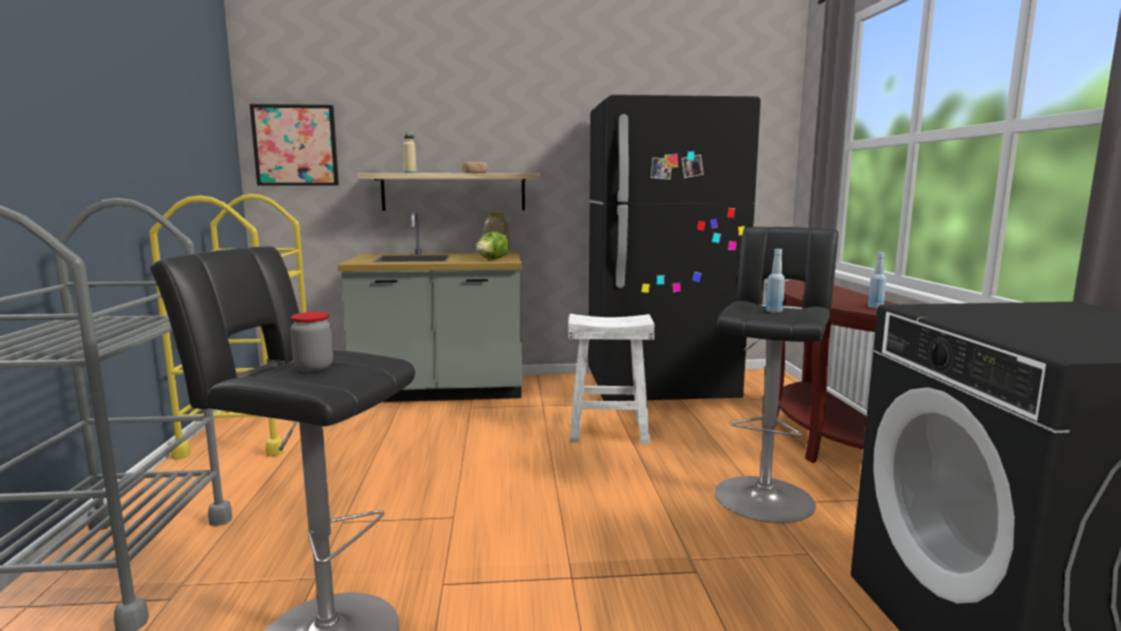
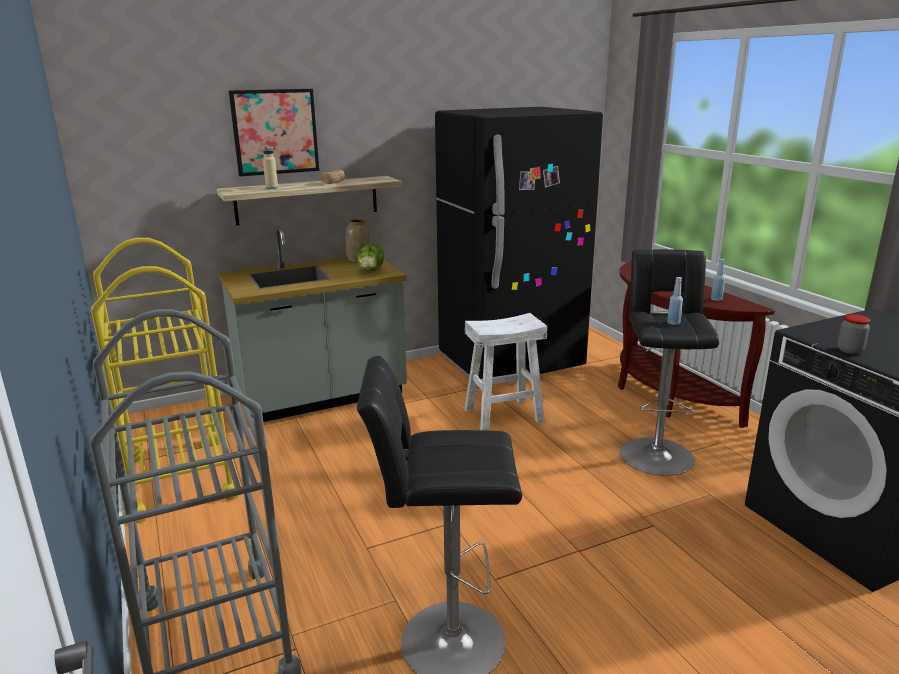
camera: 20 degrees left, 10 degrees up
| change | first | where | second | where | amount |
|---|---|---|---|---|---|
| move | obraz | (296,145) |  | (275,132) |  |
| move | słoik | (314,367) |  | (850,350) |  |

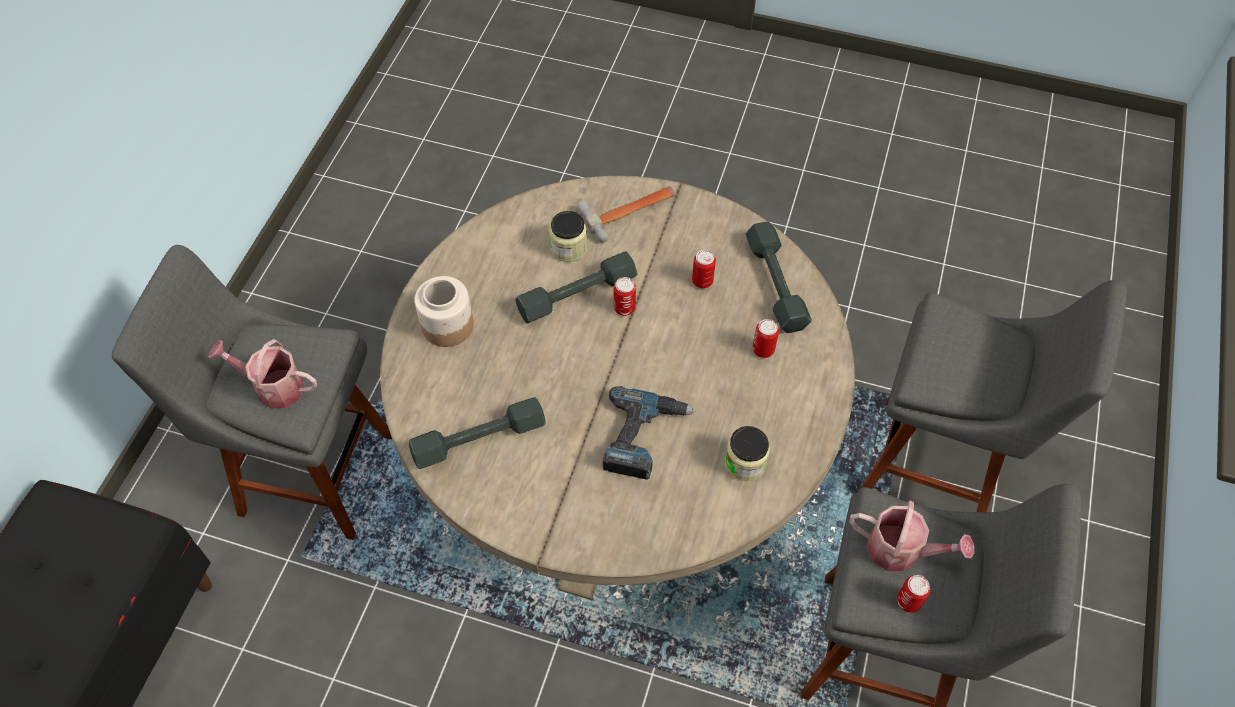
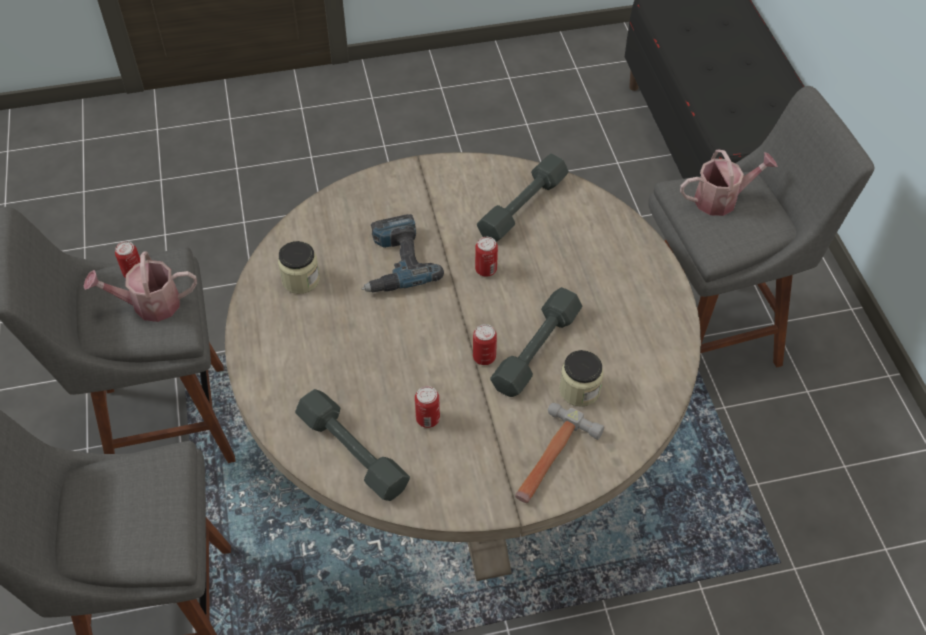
camera: 150 degrees right, 5 degrees down
| change | first | where | second | where | amount |
|---|---|---|---|---|---|
| delete | słoik | (447,326) |  |  |  |
| move | puszka | (763,350) |  | (486,270) |  |

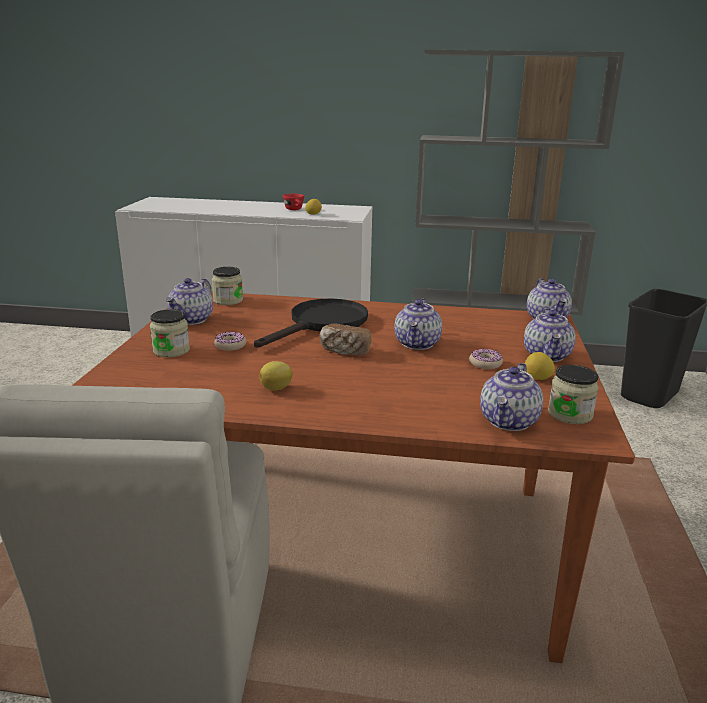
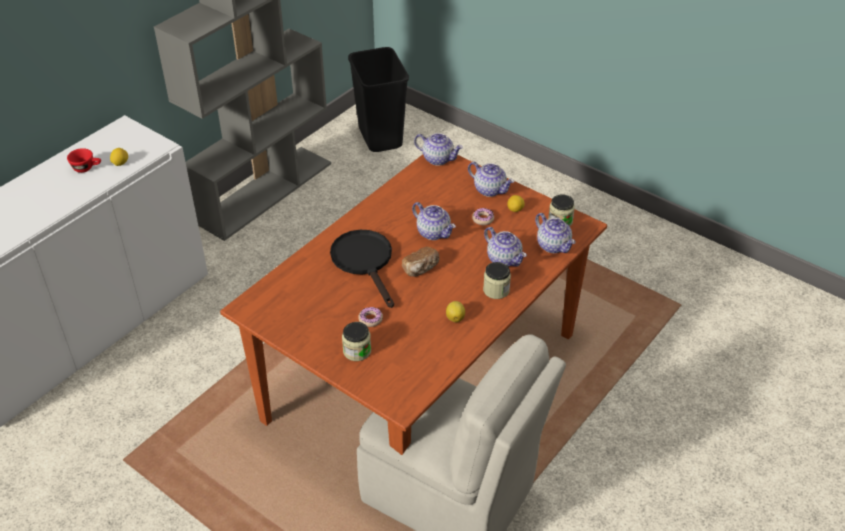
camera: 60 degrees left, 20 degrees up
| change | first | where | second | where | amount |
|---|---|---|---|---|---|
| move | imbryk | (192,320) |  | (504,259) |  |
| move | słoik | (228,300) |  | (496,290) |  |

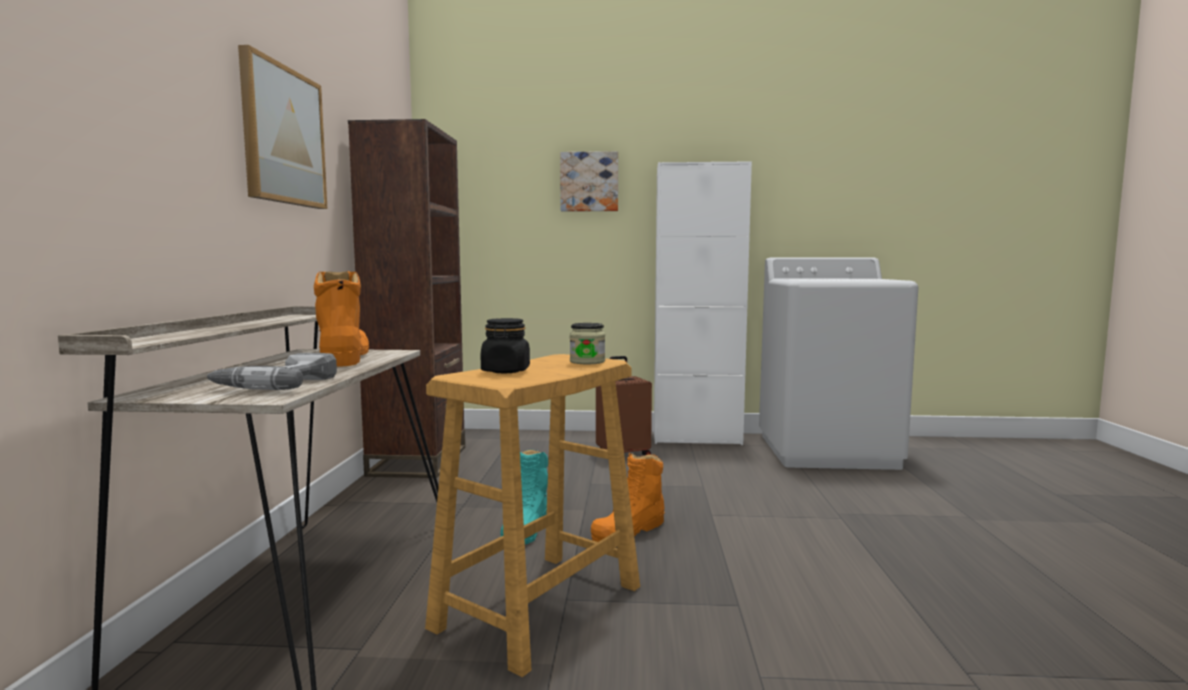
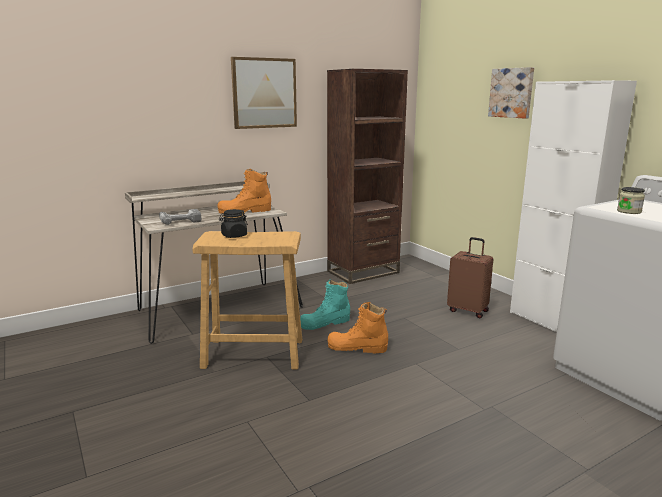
camera: 55 degrees right, 10 degrees up
| change | first | where | second | where | amount |
|---|---|---|---|---|---|
| rotate | but z cholewką [pomarańczowy] | (345,358) |  | (245,211) | 150 degrees counterclockwise |
| move | słoik | (587,362) |  | (629,211) |  |

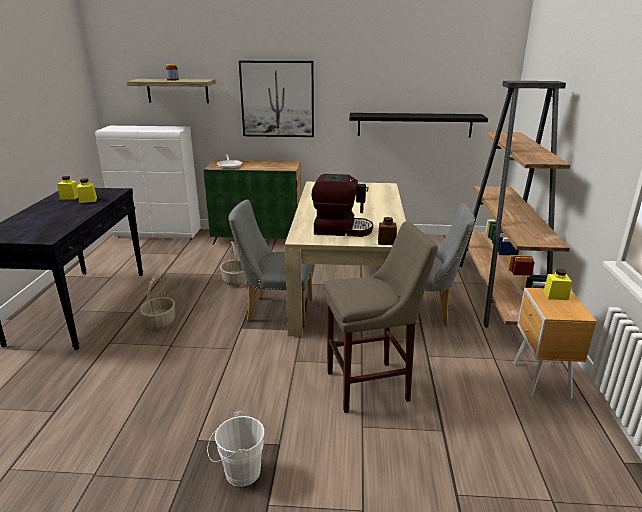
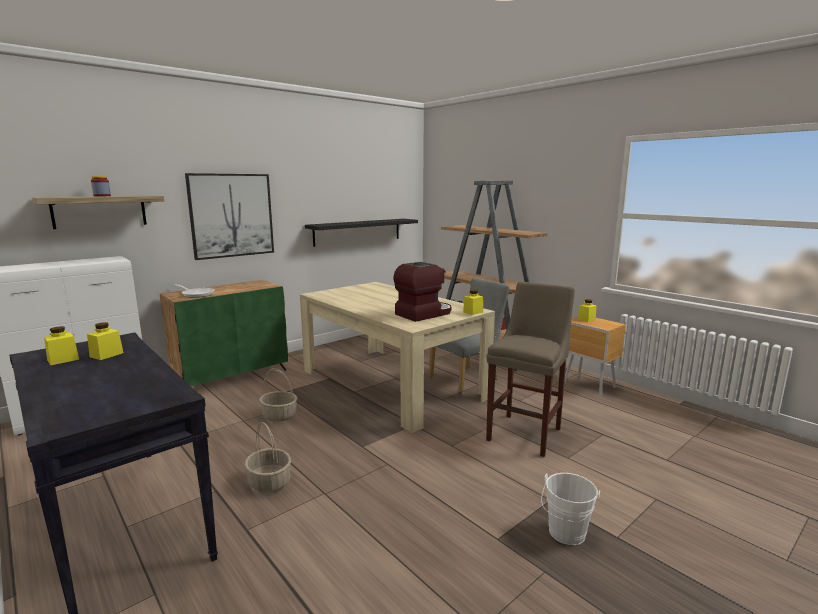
camera: 45 degrees left, 10 degrees down
| change | first | where | second | where | amount |
|---|---|---|---|---|---|
| delete | krzesło [szary] | (275,310) |  |  |  |
| recolor | słoik [brązowy] | (386,242) | słoik [żółty] | (473,312) |  |

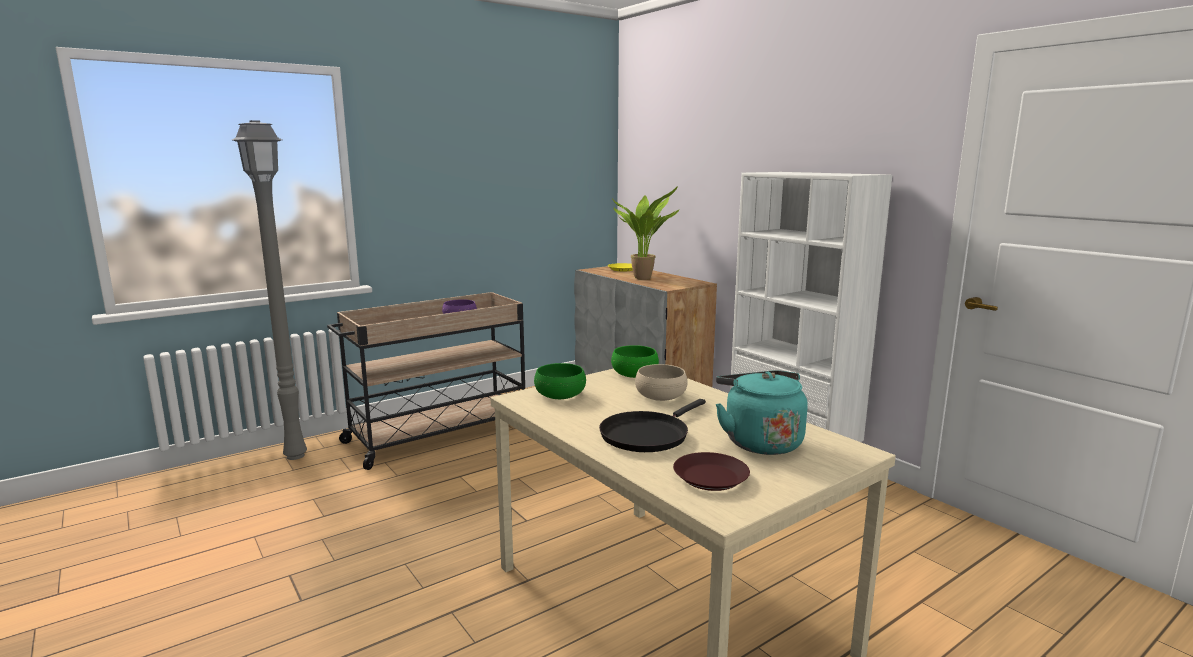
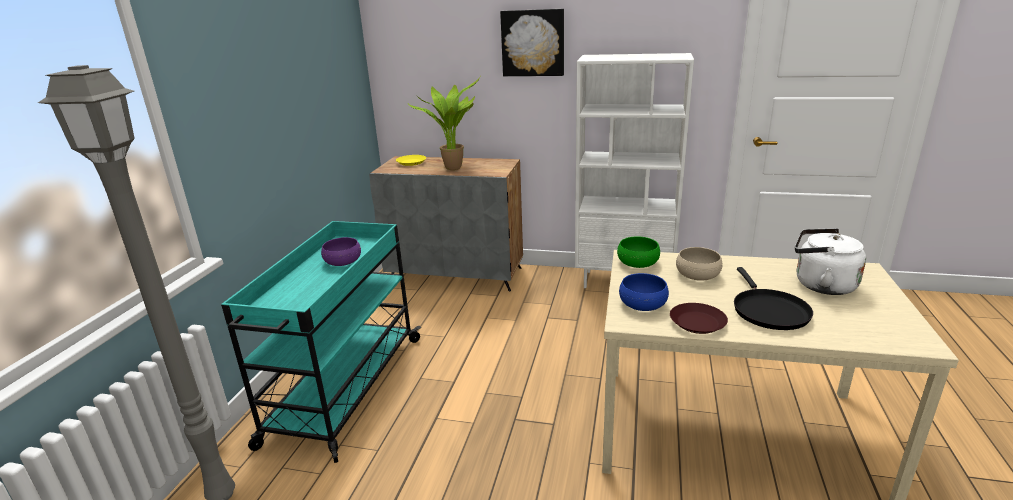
camera: 40 degrees left, 10 degrees up
| change | first | where | second | where | amount |
|---|---|---|---|---|---|
| recolor | wózek [beżowy] | (438,435) | wózek [turkusowy] | (344,390) |  |
| recolor | miska [zielony] | (560,394) | miska [niebieski] | (642,304) |  |
| move | talerz [brązowy] | (709,477) |  | (697,323) |  |
| recolor | czajnik [turkusowy] | (759,441) | czajnik [biały] | (820,285) |  |
| insert |  |  | obraz | (533,43) |  |

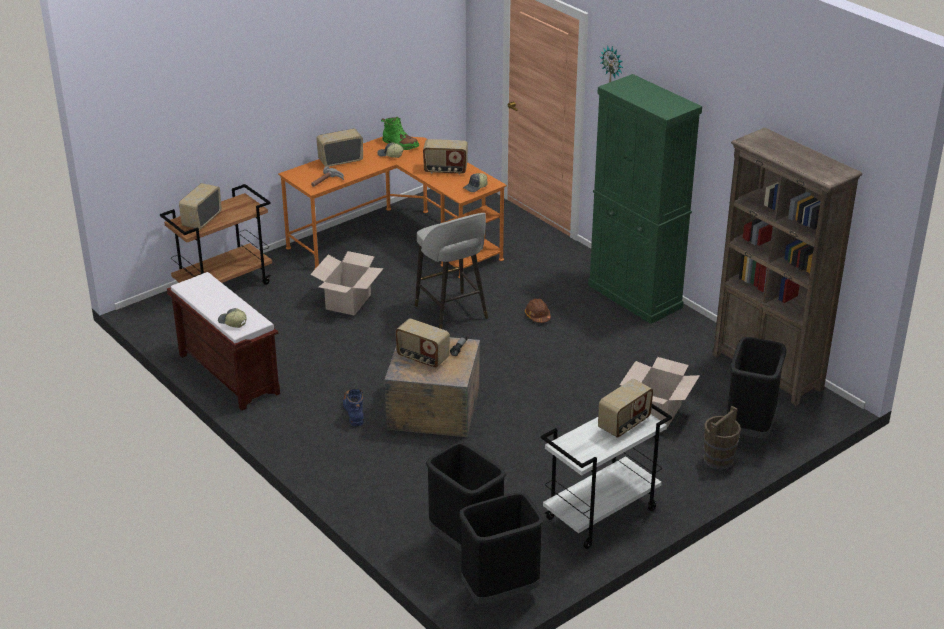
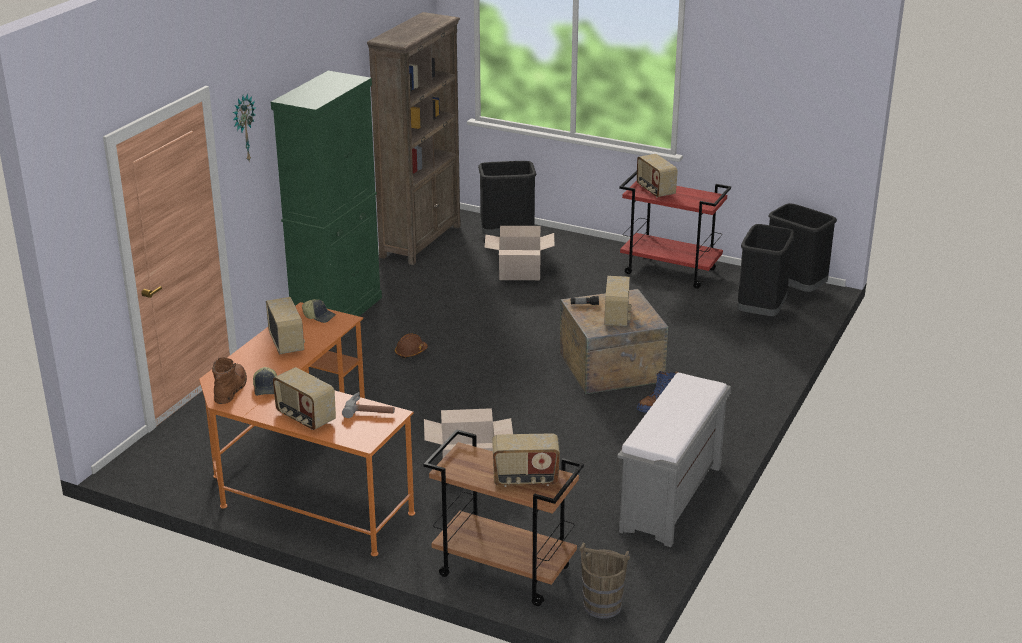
camera: 115 degrees left, 5 degrees down
| change | first | where | second | where | amount |
|---|---|---|---|---|---|
| recolor | ławka [brązowy] | (227,373) | ławka [szary] | (671,500) |  |
| delete | czapka z daszkiem | (232,322) |  |  |  |
| recolor | but z cholewką [zielony] | (400,144) | but z cholewką [brązowy] | (231,389) |  |
| delete | stołek [szary] | (452,313) |  |  |  |
| recolor | wózek [biały] | (601,515) | wózek [czerwony] | (671,271) |  |
| rotate | radio | (624,424) |  | (655,190) | 135 degrees counterclockwise |
| move | wiadro [brązowy] | (718,460) |  | (602,606) |  |

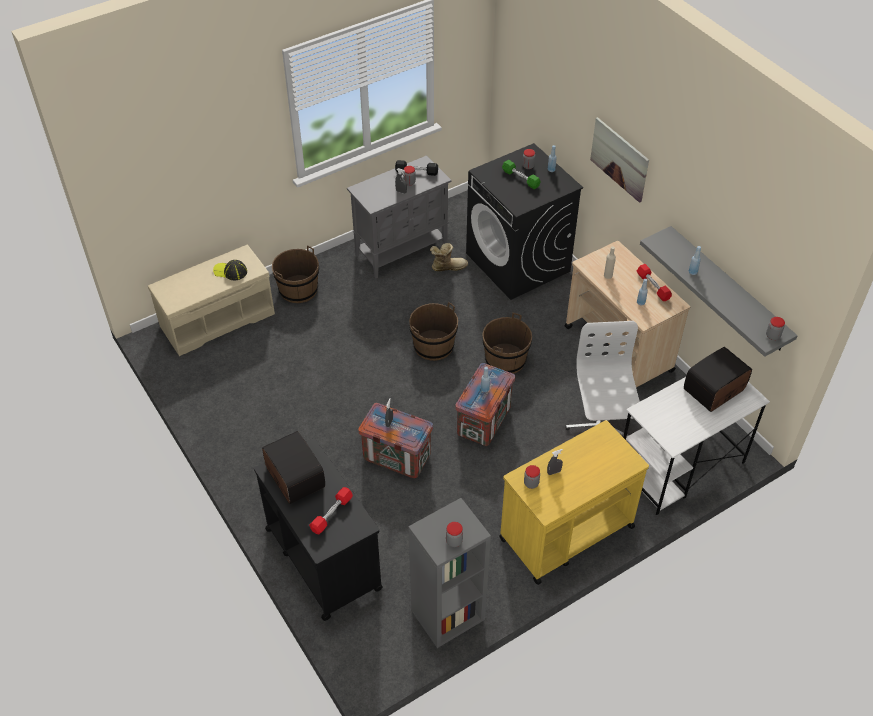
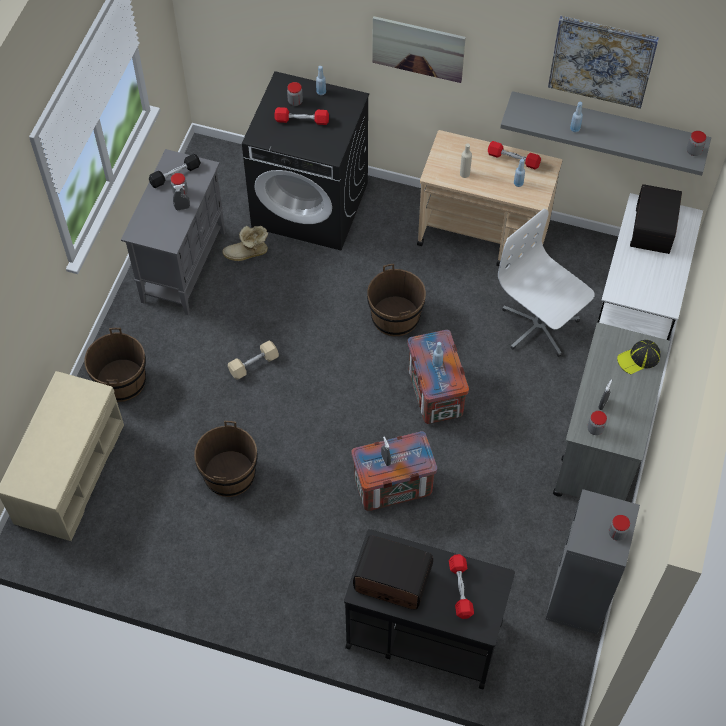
camera: 40 degrees left, 10 degrees up
| change | first | where | second | where | amount |
|---|---|---|---|---|---|
| move | czapka z daszkiem | (230,271) |  | (638,358) |  |
| move | wiadro [brązowy] | (433,345) |  | (229,474) |  |
| rotate | but z cholewką | (448,266) |  | (247,254) | 135 degrees counterclockwise |
| recolor | wózek [żółty] | (565,533) | wózek [szary] | (601,448) |  |
| recolor | hantel [zielony] | (520,178) | hantel [czerwony] | (302,120) |  |
| insert |  |  | hantel [beżowy] | (253,364) |  |
| insert |  |  | obraz | (602,61) |  |

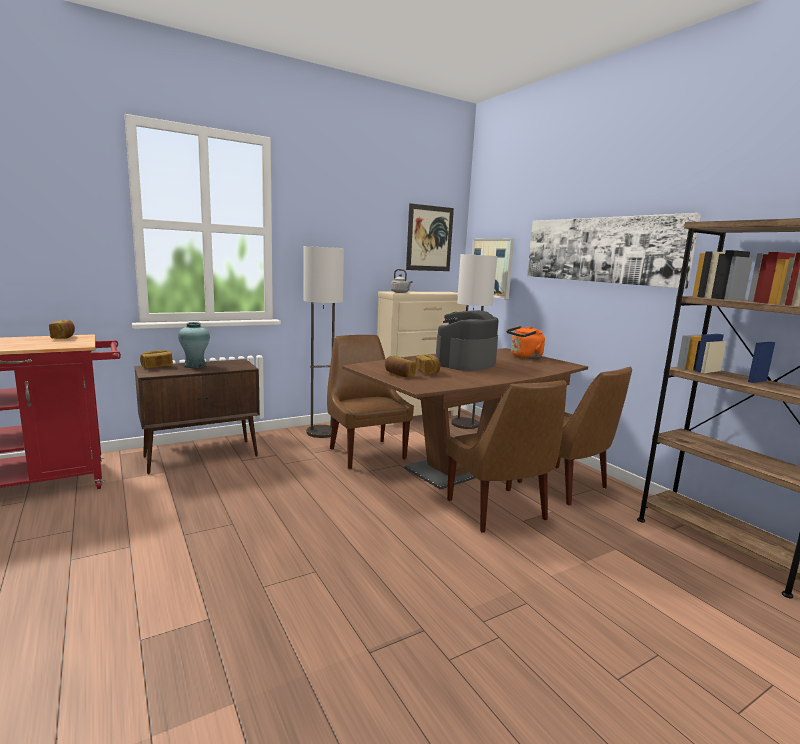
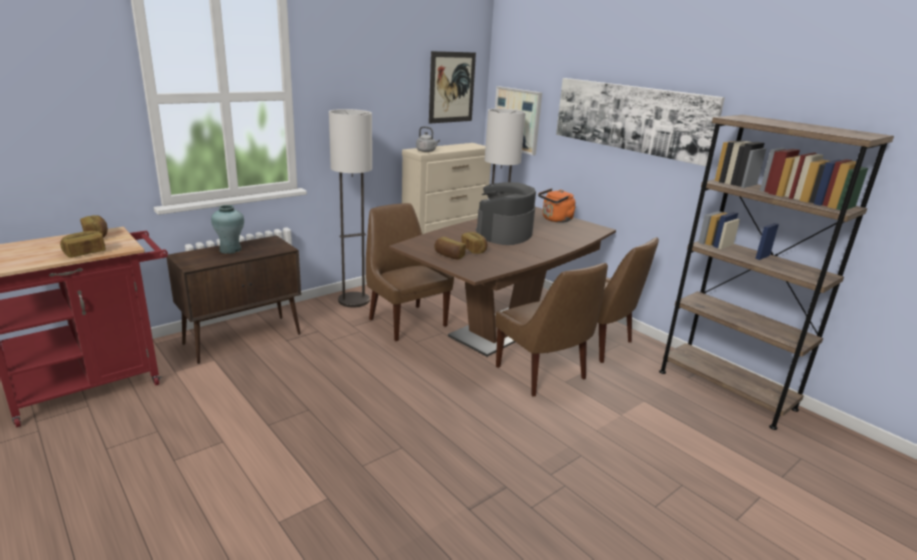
camera: 10 degrees left, 10 degrees up
| change | first | where | second | where | amount |
|---|---|---|---|---|---|
| move | chleb | (157,366) |  | (85,253) |  |

